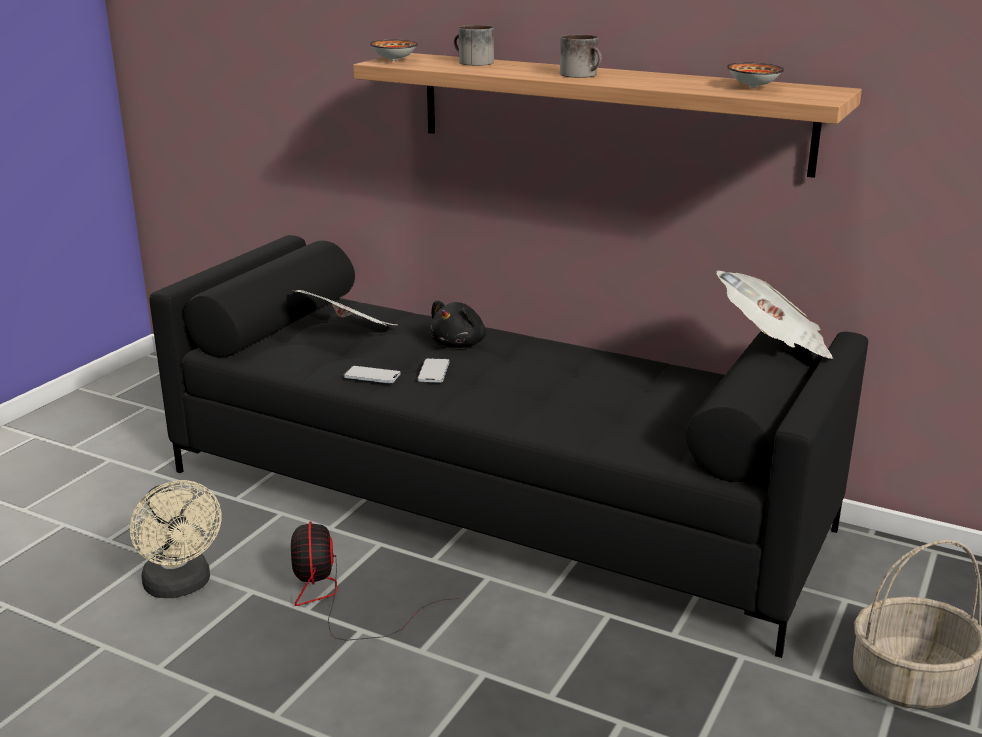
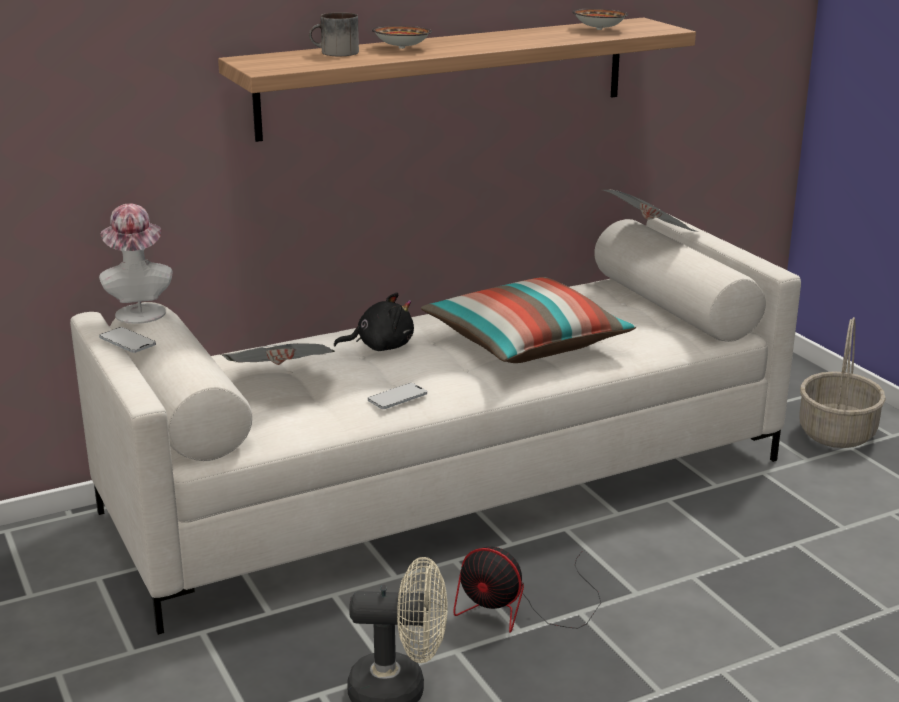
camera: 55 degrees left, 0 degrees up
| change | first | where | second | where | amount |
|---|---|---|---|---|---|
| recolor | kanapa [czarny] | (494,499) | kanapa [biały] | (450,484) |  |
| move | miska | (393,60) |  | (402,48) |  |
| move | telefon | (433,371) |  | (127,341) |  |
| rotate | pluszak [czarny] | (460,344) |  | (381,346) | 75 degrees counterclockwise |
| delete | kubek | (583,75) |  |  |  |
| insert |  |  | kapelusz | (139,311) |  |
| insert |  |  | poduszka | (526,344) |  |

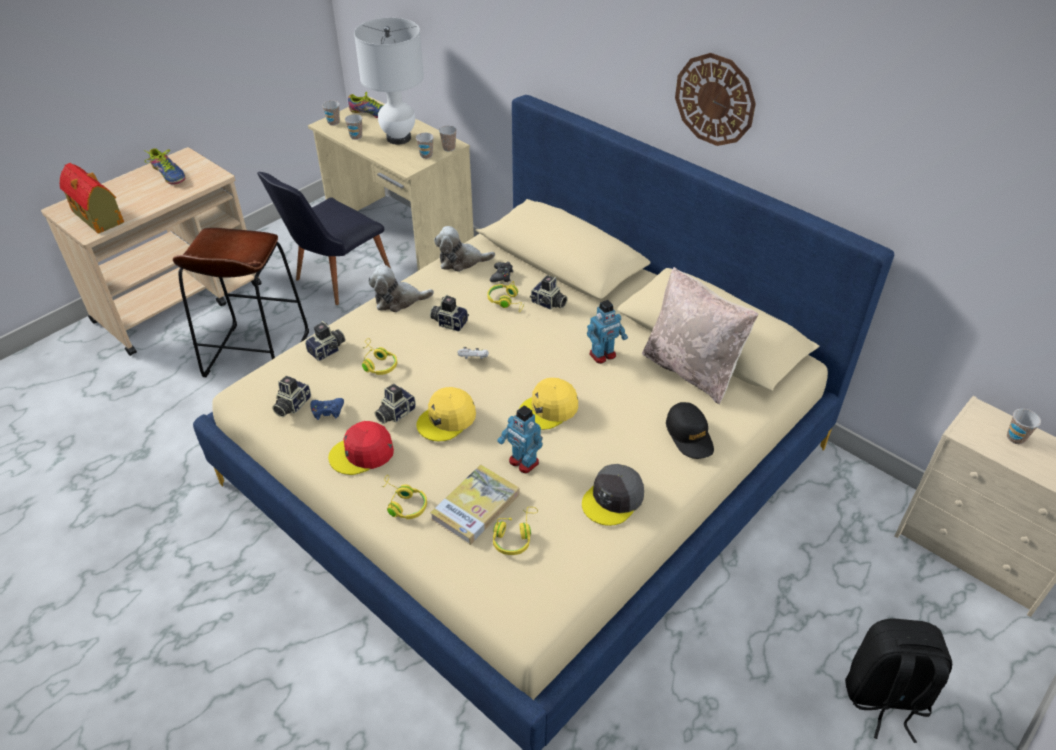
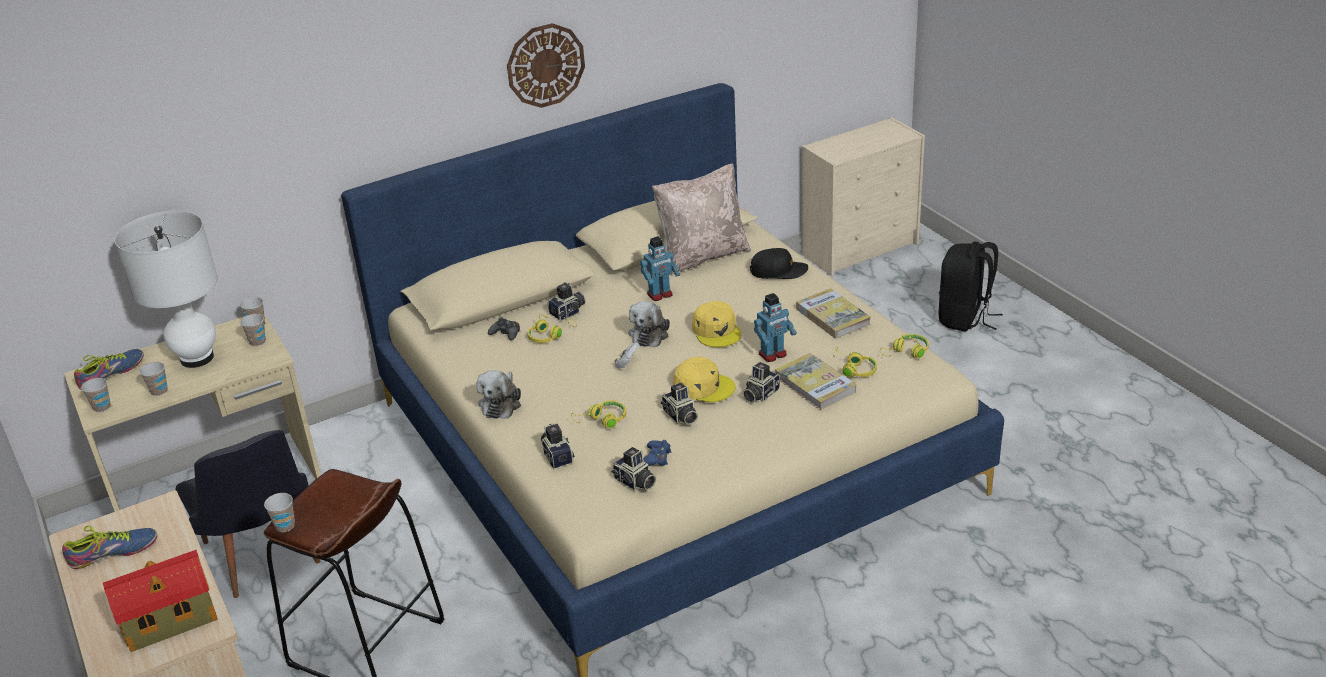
camera: 70 degrees left, 10 degrees down
| change | first | where | second | where | amount |
|---|---|---|---|---|---|
| delete | czapka z daszkiem [czerwony] | (362,453) |  |  |  |
| move | słuchawki [żółty] | (403,503) |  | (906,352) |  |
| rotate | czapka z daszkiem [żółty] | (447,419) |  | (703,387) | 45 degrees counterclockwise |
| move | aparat fotograficzny | (449,322) |  | (759,394) |  |
| move | pluszak | (461,261) |  | (649,333) |  |
| replace | czapka z daszkiem [szary] | (613,499) | książka | (832,316) |  |
| rotate | robot zabawkowy | (603,355) |  | (660,294) | 75 degrees clockwise |
| move | filiżanka | (1015,438) |  | (285,526) |  |

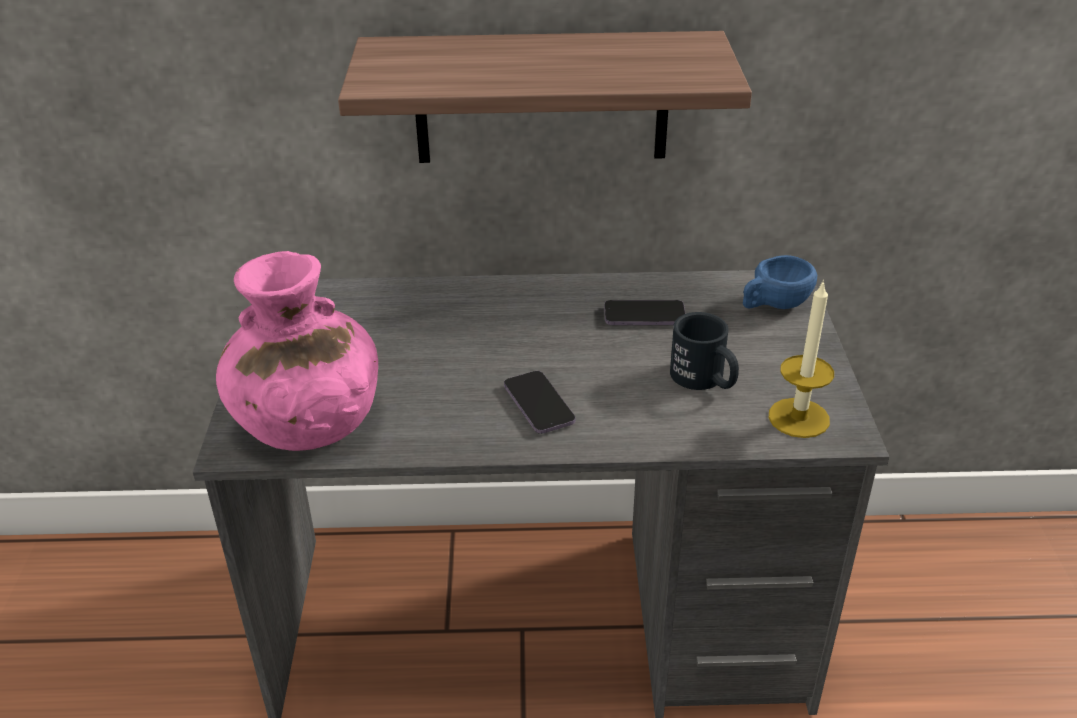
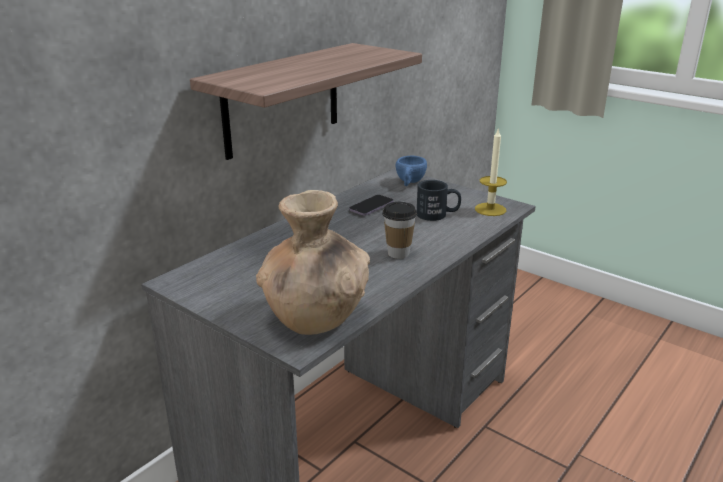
camera: 50 degrees left, 10 degrees down
| change | first | where | second | where | amount |
|---|---|---|---|---|---|
| recolor | wazon [różowy] | (307,424) | wazon [brązowy] | (315,317) |  |
| replace | telefon | (539,404) | filiżanka | (398,253) |  |

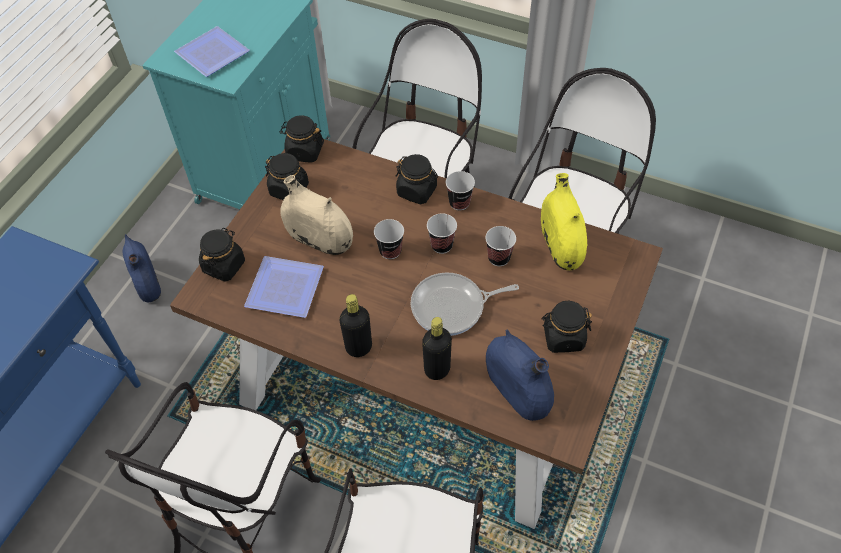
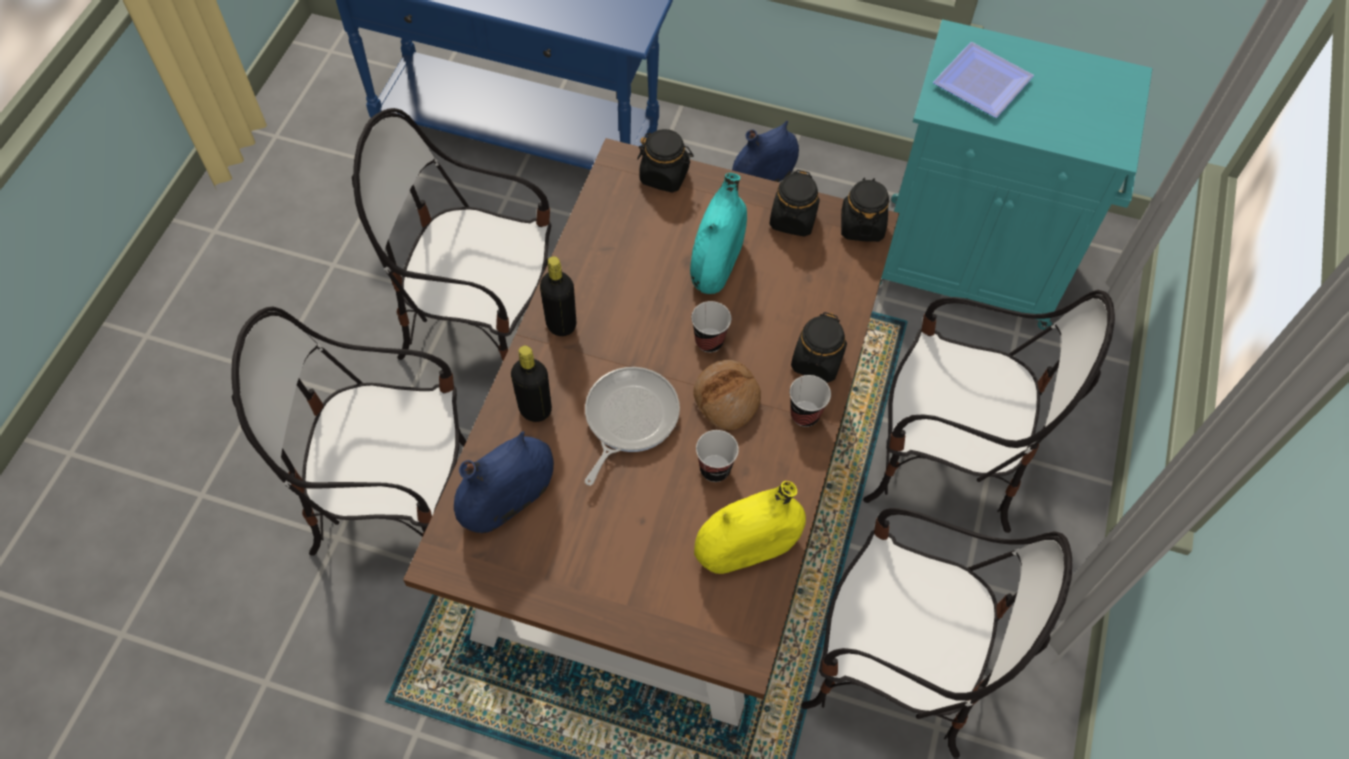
camera: 80 degrees right, 5 degrees up
| change | first | where | second | where | amount |
|---|---|---|---|---|---|
| delete | talerz | (288,287) |  |  |  |
| recolor | wazon [beżowy] | (319,239) | wazon [turkusowy] | (717,263) |  |
| rotate | patelnia | (452,307) |  | (628,419) | 45 degrees clockwise |
| replace | filiżanka | (441,245) | chleb | (727,399) |  |
| delete | słoik [czarny] | (563,337) |  |  |  |

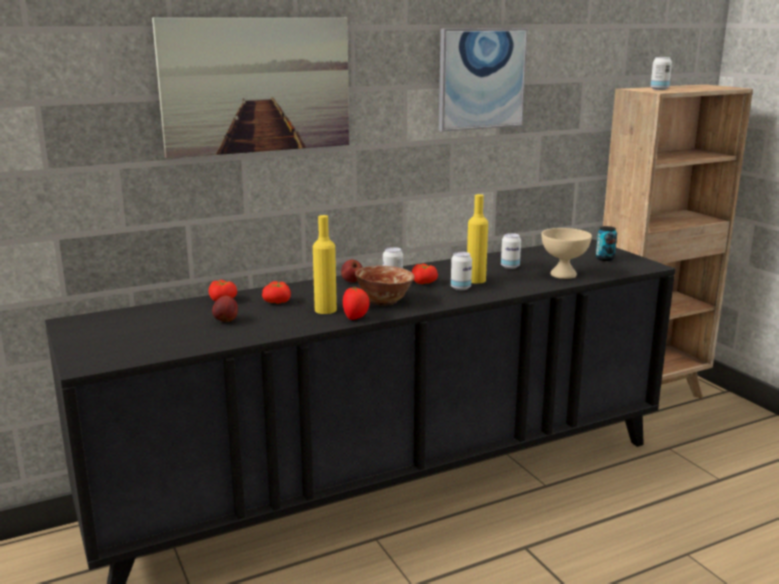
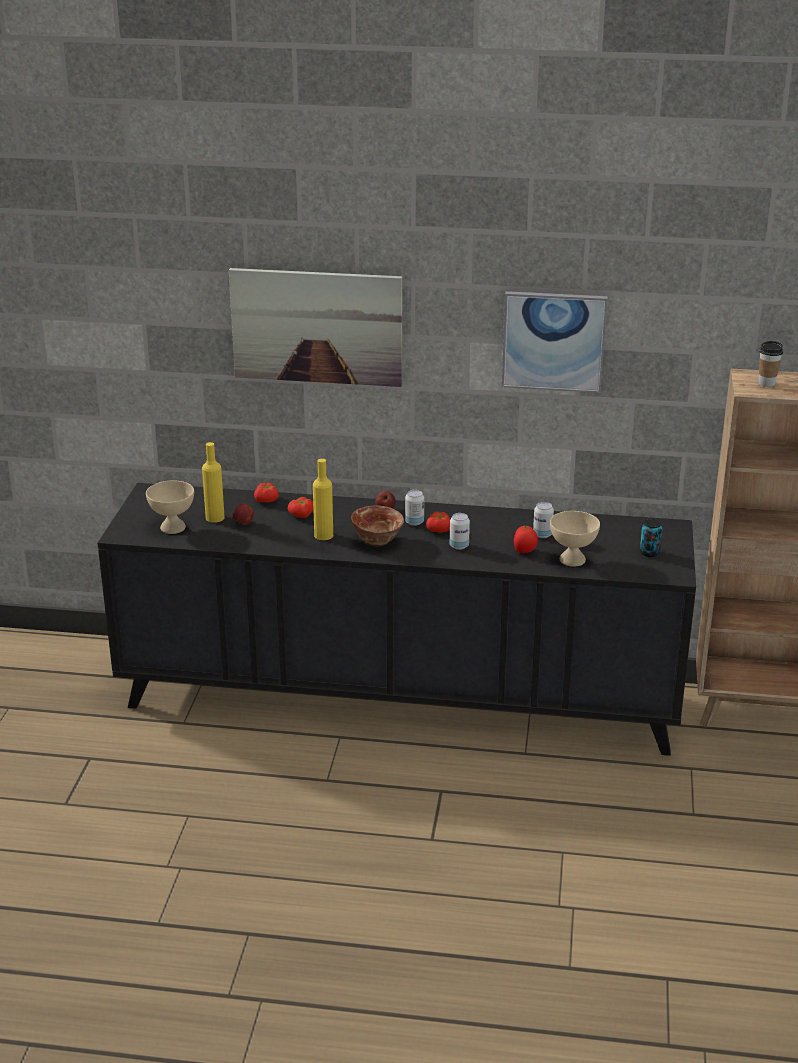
camera: 35 degrees right, 10 degrees up
| change | first | where | second | where | amount |
|---|---|---|---|---|---|
| move | pomidor | (356,318) |  | (525,551) |  |
| move | butelka [żółty] | (476,280) |  | (215,518) |  |
| replace | puszka | (659,89) | filiżanka | (766,383) |  |
| insert |  |  | miska [beżowy] | (172,528) |  |

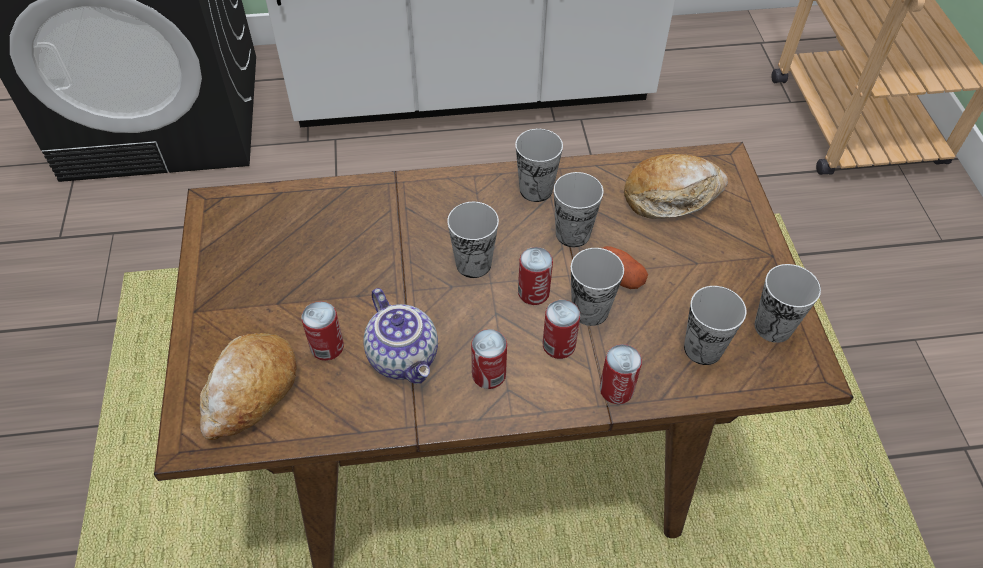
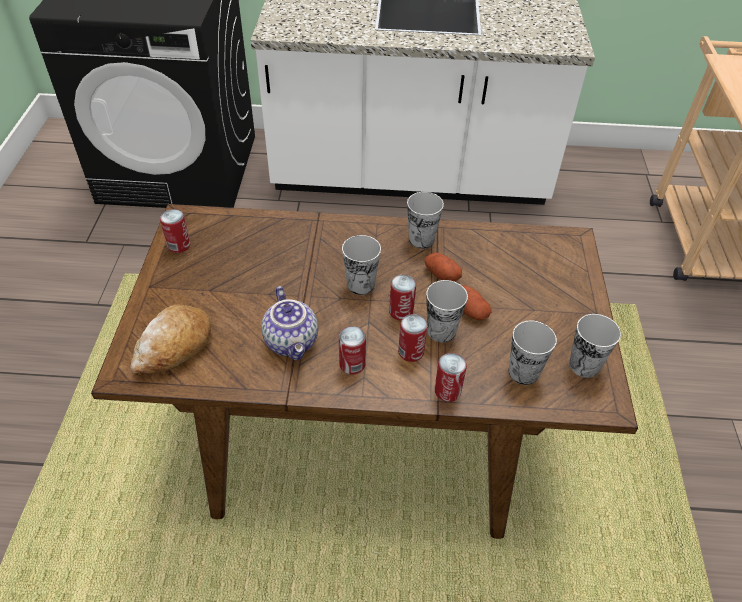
camera: 10 degrees right, 5 degrees down
| change | first | where | second | where | amount |
|---|---|---|---|---|---|
| move | puszka | (327,347) |  | (179,245) |  |
| replace | filiżanka | (572,234) | ziemniak | (442,275) |  |
| delete | chleb | (672,195) |  |  |  |

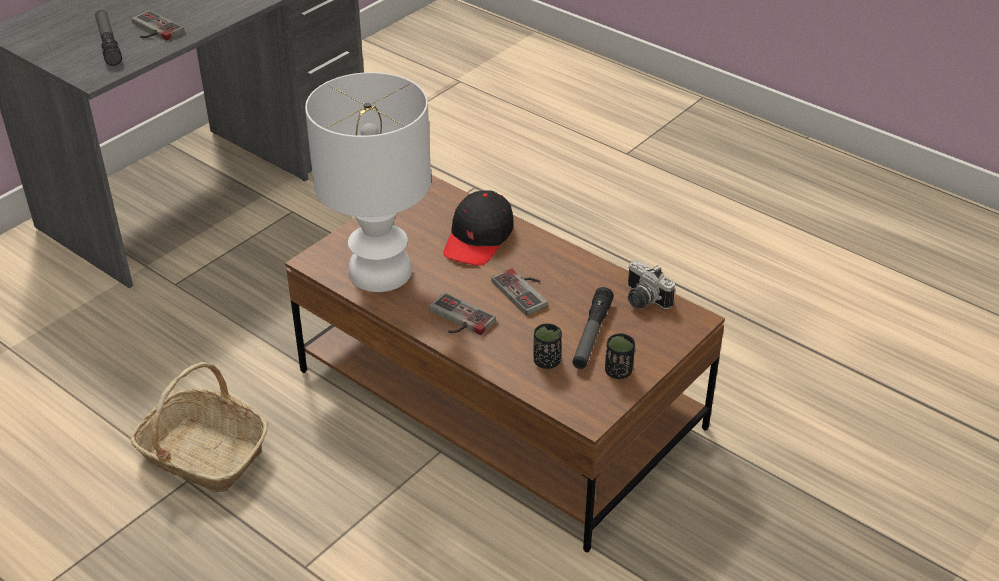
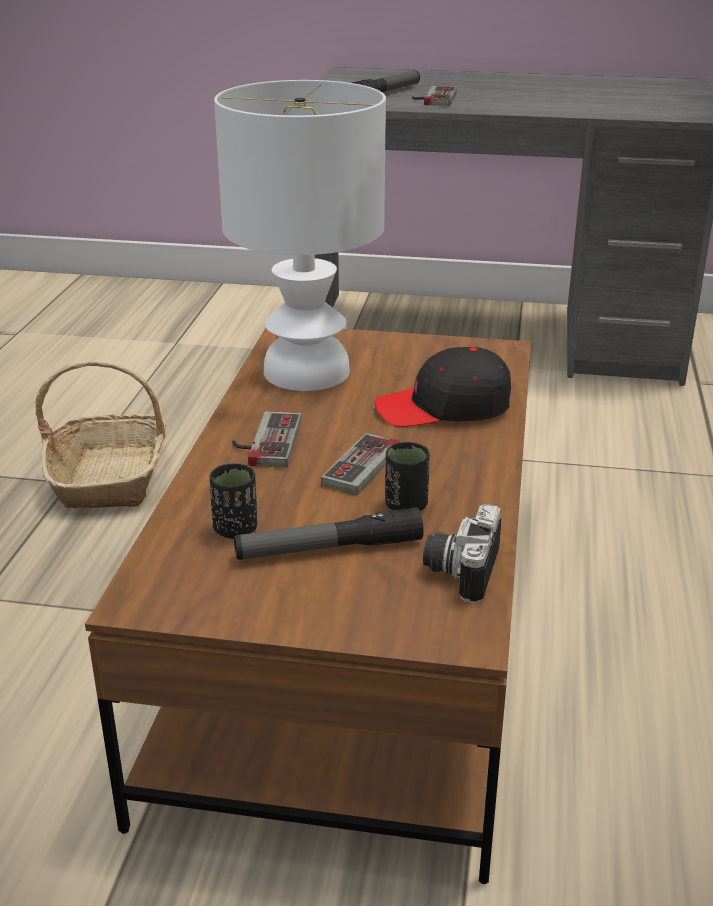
camera: 60 degrees right, 10 degrees down
| change | first | where | second | where | amount |
|---|---|---|---|---|---|
| move | filiżanka [czarny] | (618,372) |  | (406,506) |  |

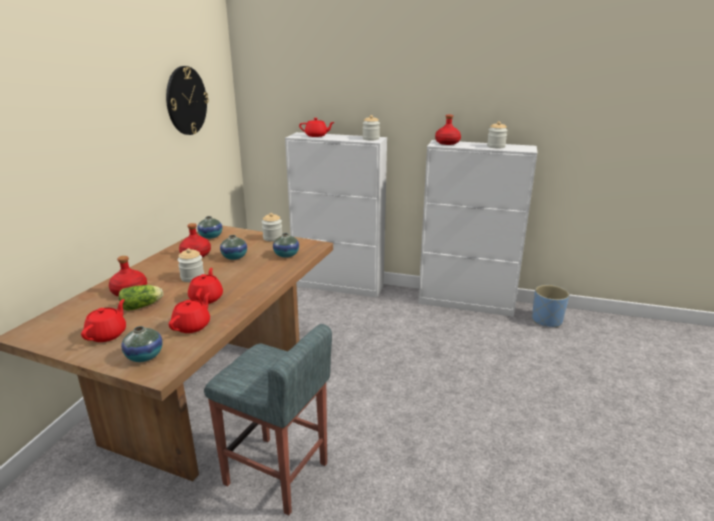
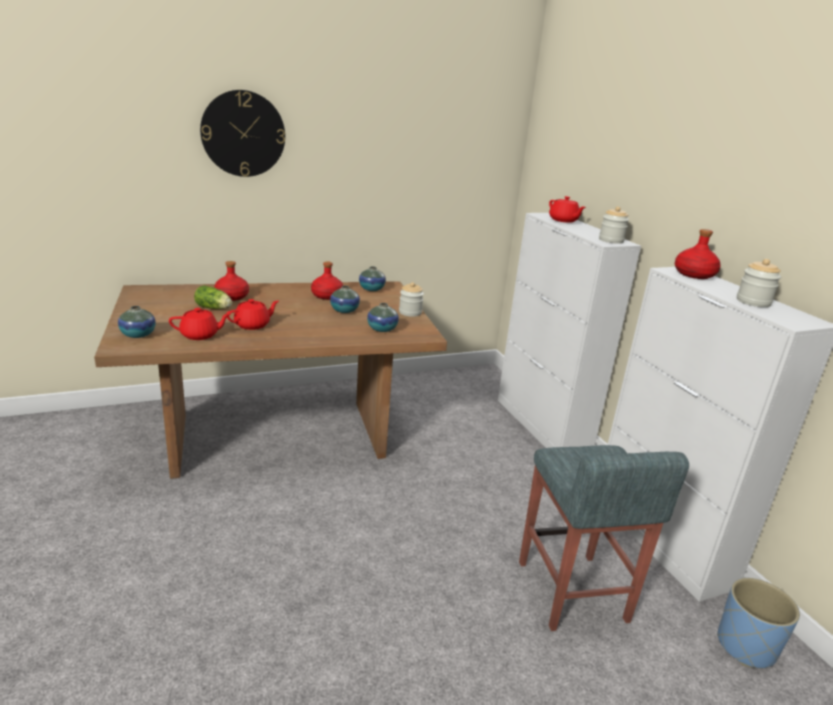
camera: 50 degrees right, 0 degrees up
| change | first | where | second | where | amount |
|---|---|---|---|---|---|
| delete | imbryk [czerwony] | (108,334) |  |  |  |
| move | zegar ścienny | (186,101) |  | (243,134) |  |
| delete | słoik | (192,277) |  |  |  |
| move | stołek [szary] | (277,474) |  | (572,592) |  |

